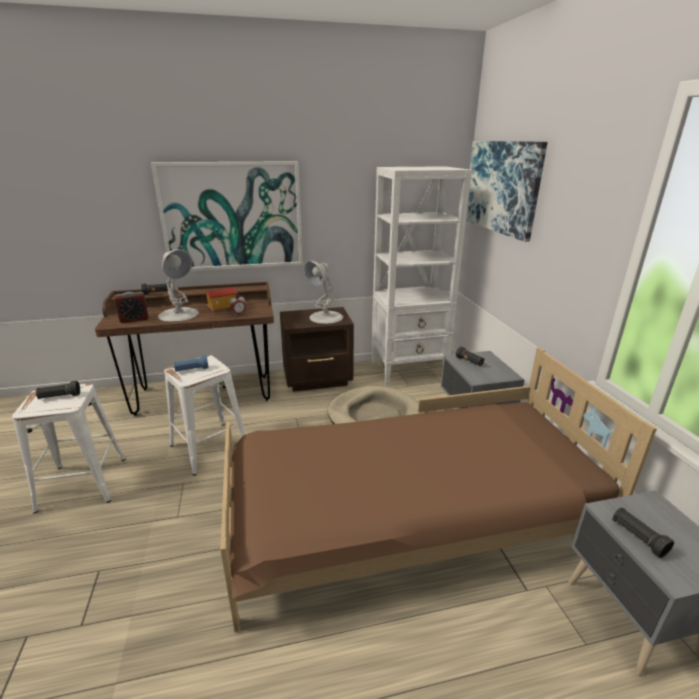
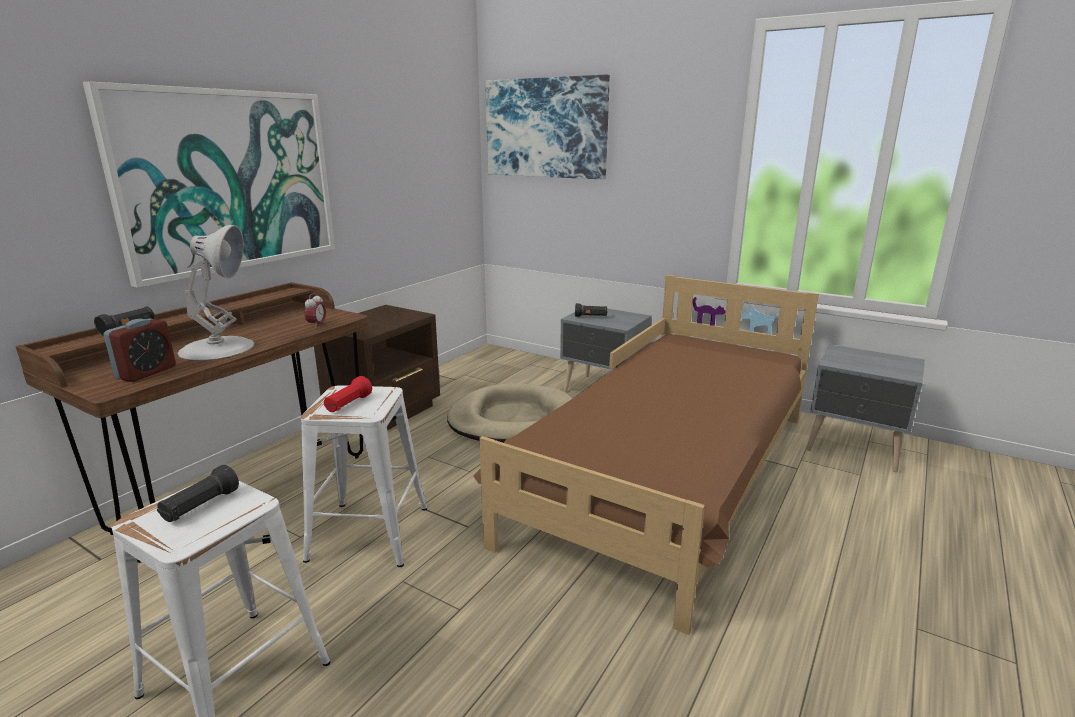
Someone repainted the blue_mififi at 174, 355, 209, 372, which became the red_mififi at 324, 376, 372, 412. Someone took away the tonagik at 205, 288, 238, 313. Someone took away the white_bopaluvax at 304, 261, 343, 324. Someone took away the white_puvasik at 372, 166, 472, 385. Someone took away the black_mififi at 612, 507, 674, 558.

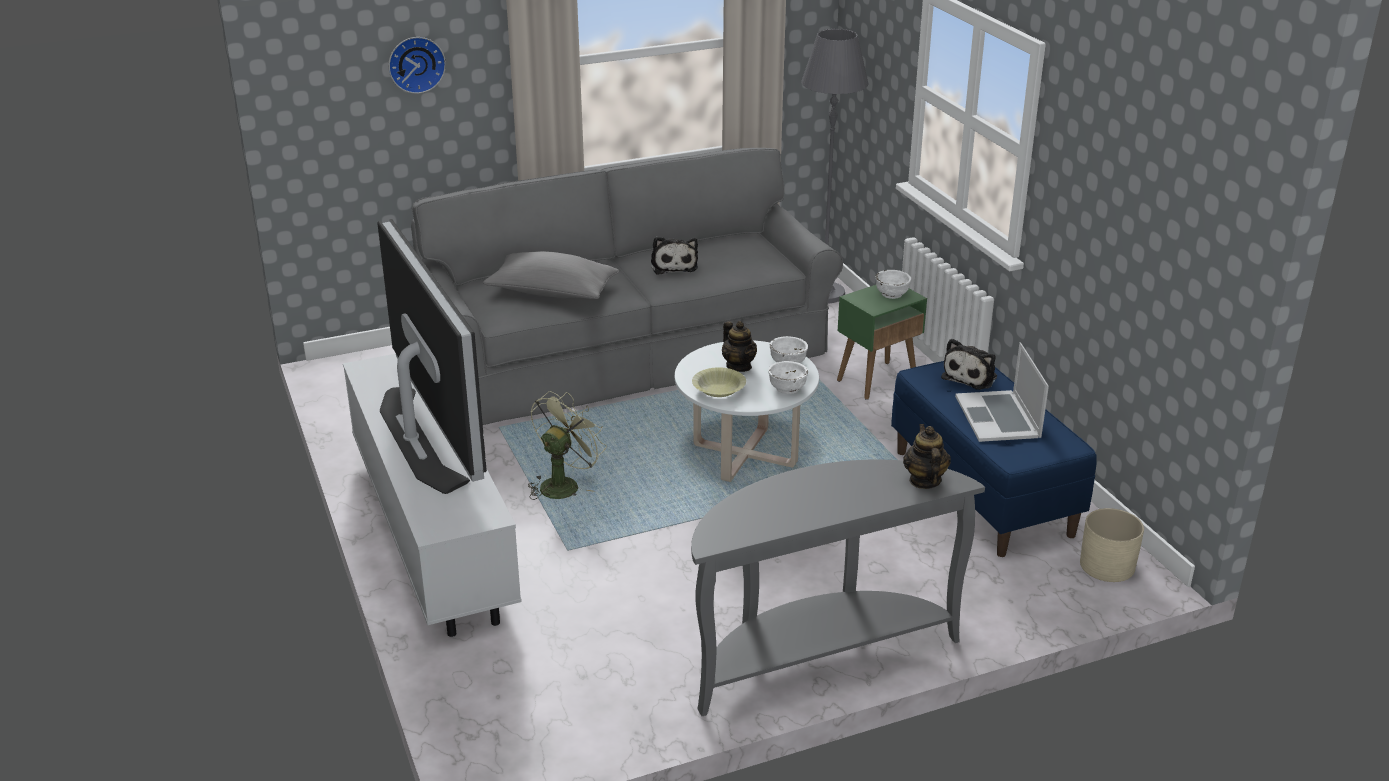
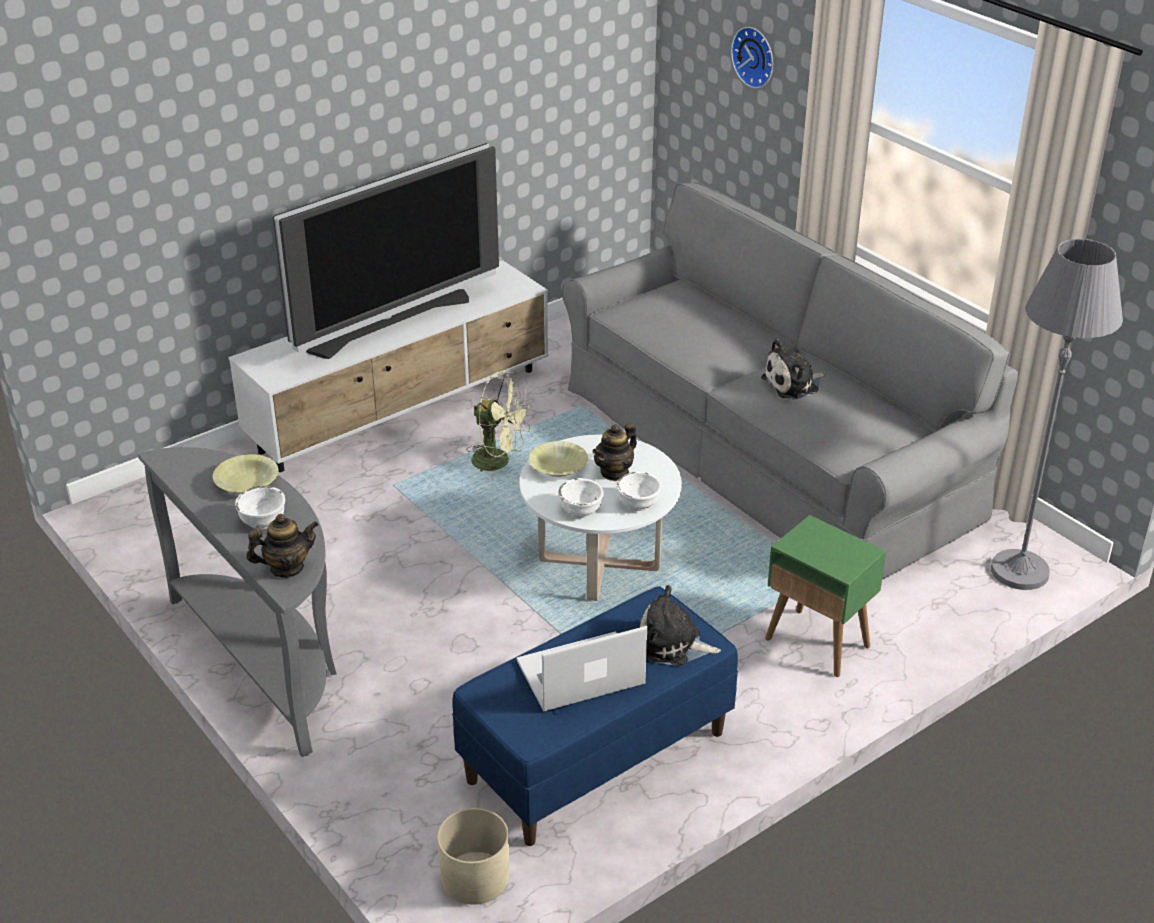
Someone took away the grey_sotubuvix at 483, 251, 619, 299. Someone carried the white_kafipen from 875, 270, 911, 299 to 235, 486, 285, 529. Someone put down the yellow_kafipen at 213, 454, 279, 494.

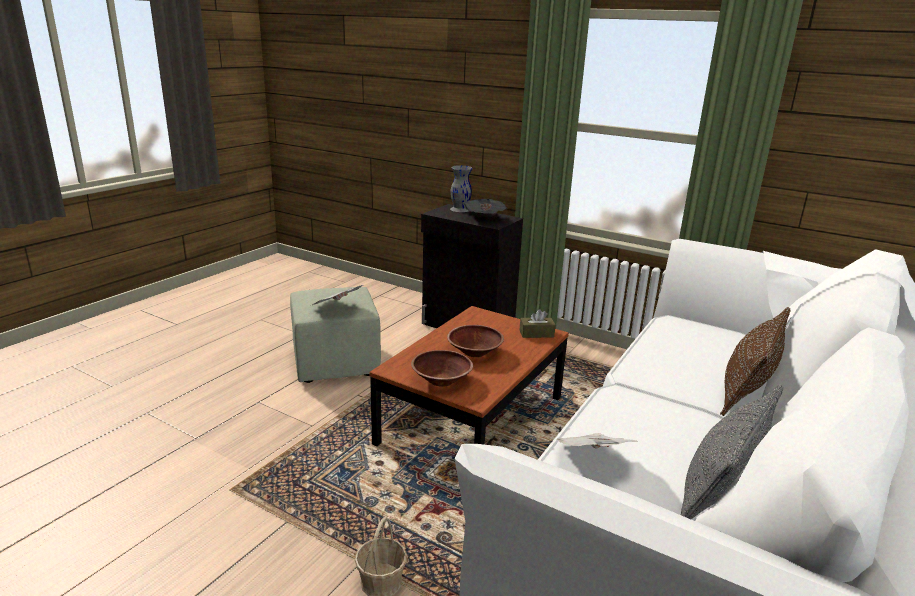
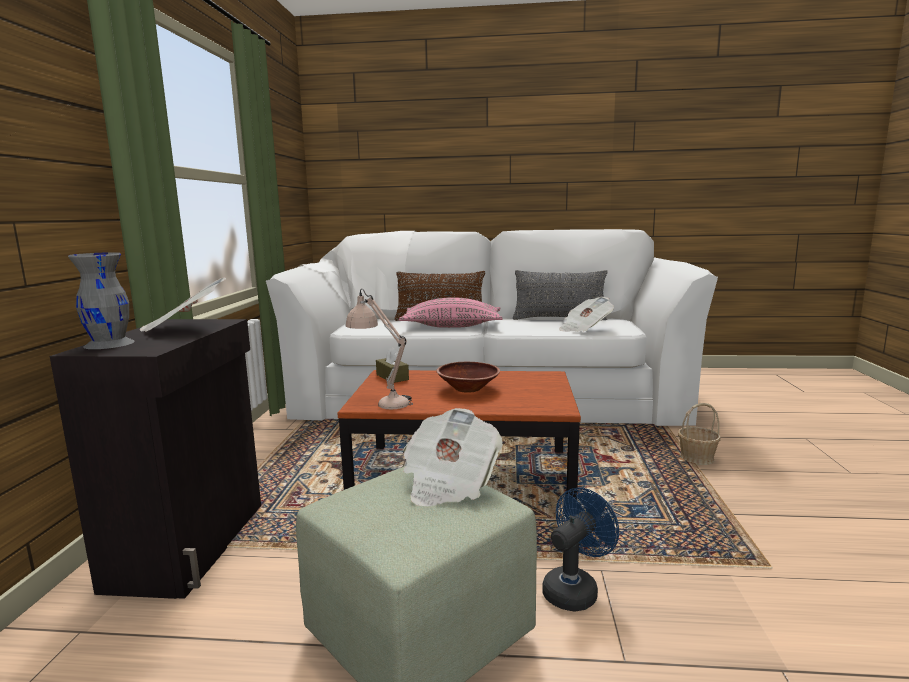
Someone took away the brown_kafipen at 411, 350, 473, 387. Someone put down the beige_bopaluvax at 346, 289, 413, 409. Someone put down the pink_sotubuvix at 399, 297, 503, 328. Someone put down the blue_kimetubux at 542, 488, 619, 611.

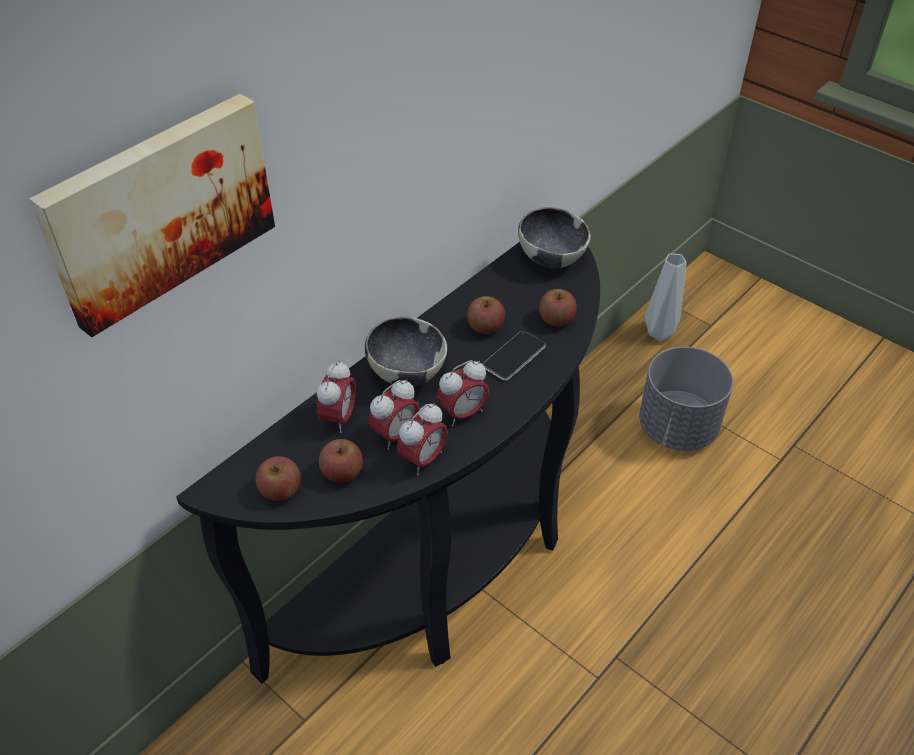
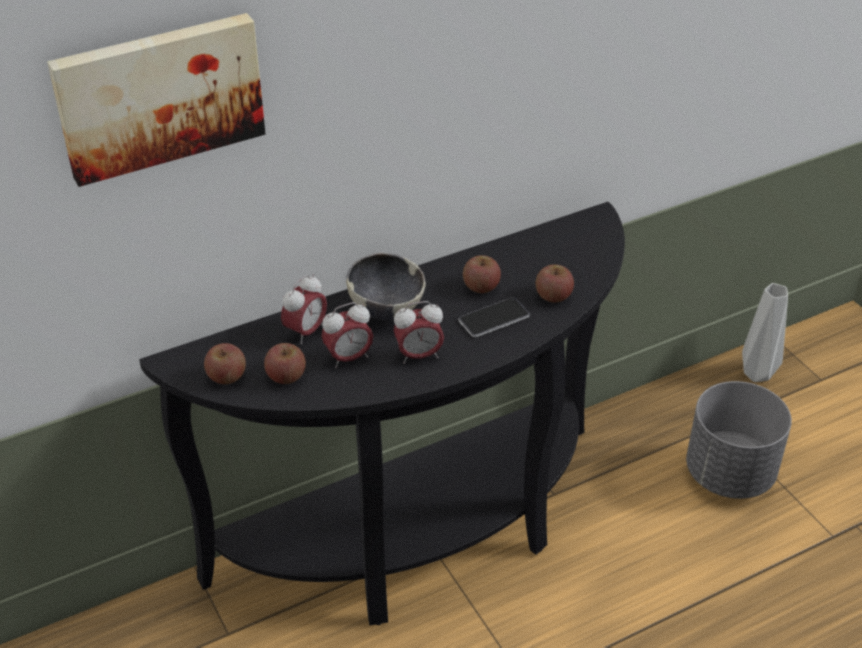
Someone took away the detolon at 397, 403, 448, 475. Someone took away the kafipen at 518, 207, 591, 269.

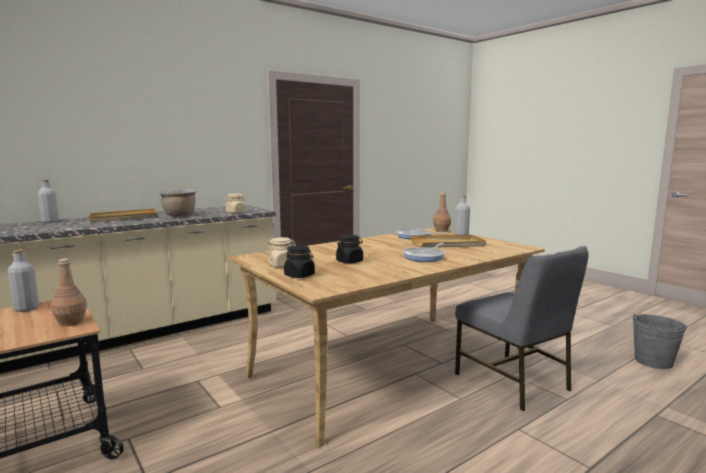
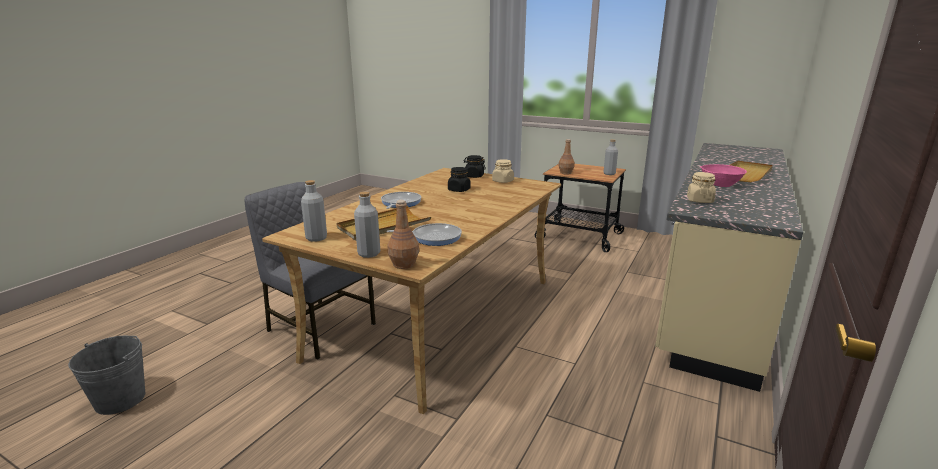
Someone carried the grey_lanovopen from 38, 179, 59, 223 to 301, 180, 327, 242. Someone swapped the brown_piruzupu at 160, 189, 196, 217 for the pink_kafipen at 700, 164, 747, 187.

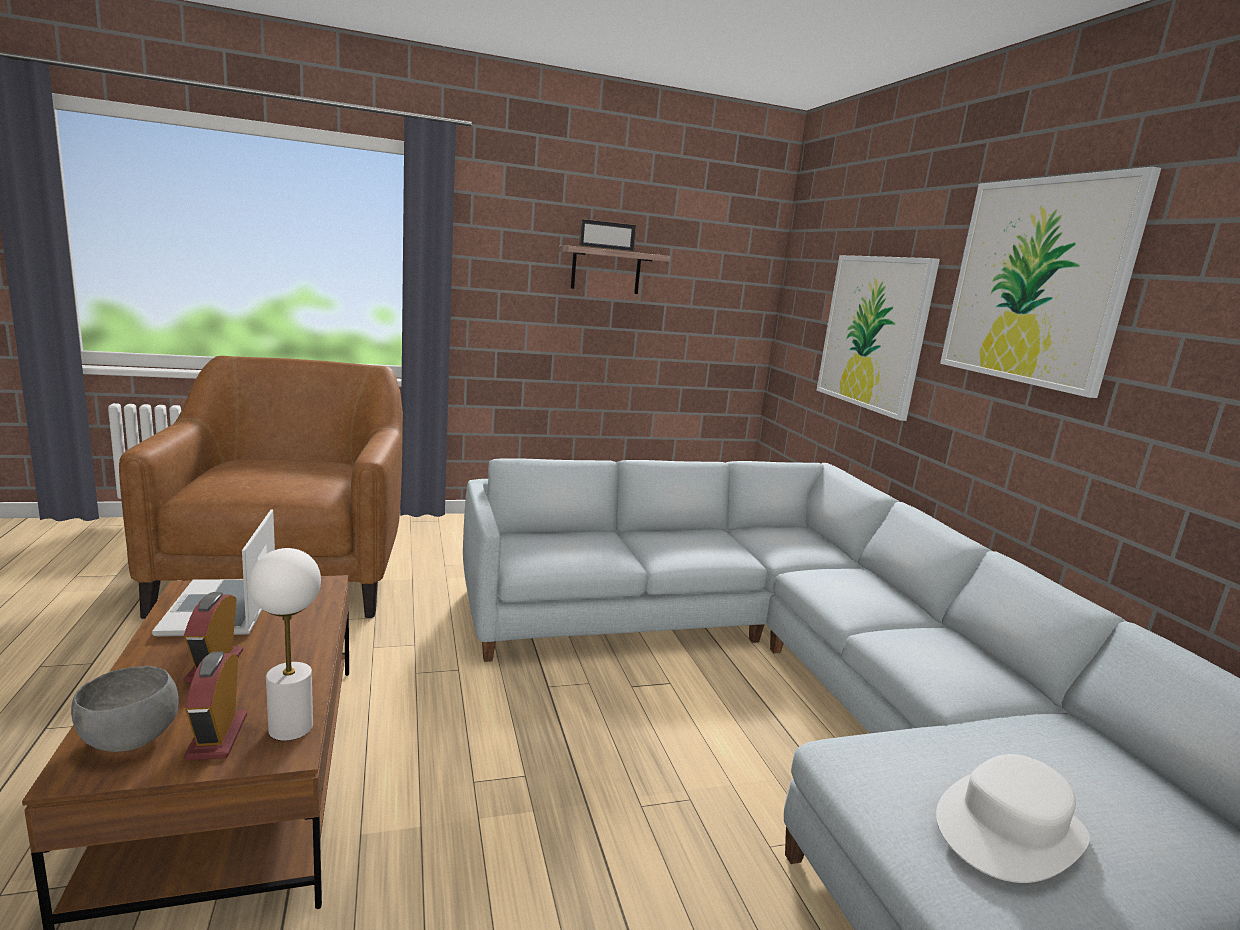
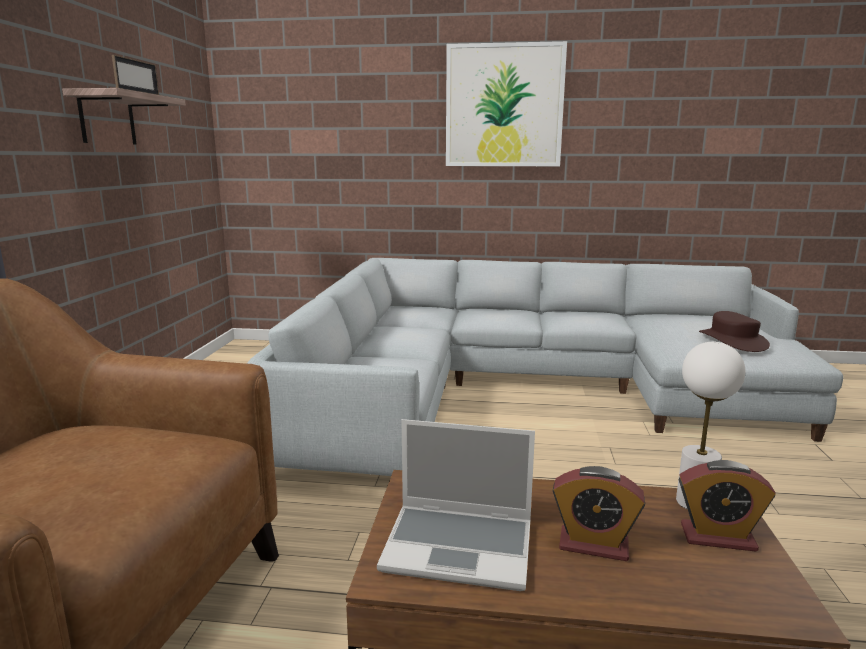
Someone took away the grey_kafipen at 71, 666, 179, 752. Someone took away the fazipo at 817, 255, 940, 421. Someone repainted the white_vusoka at 936, 754, 1090, 883, which became the brown_vusoka at 699, 311, 770, 352.

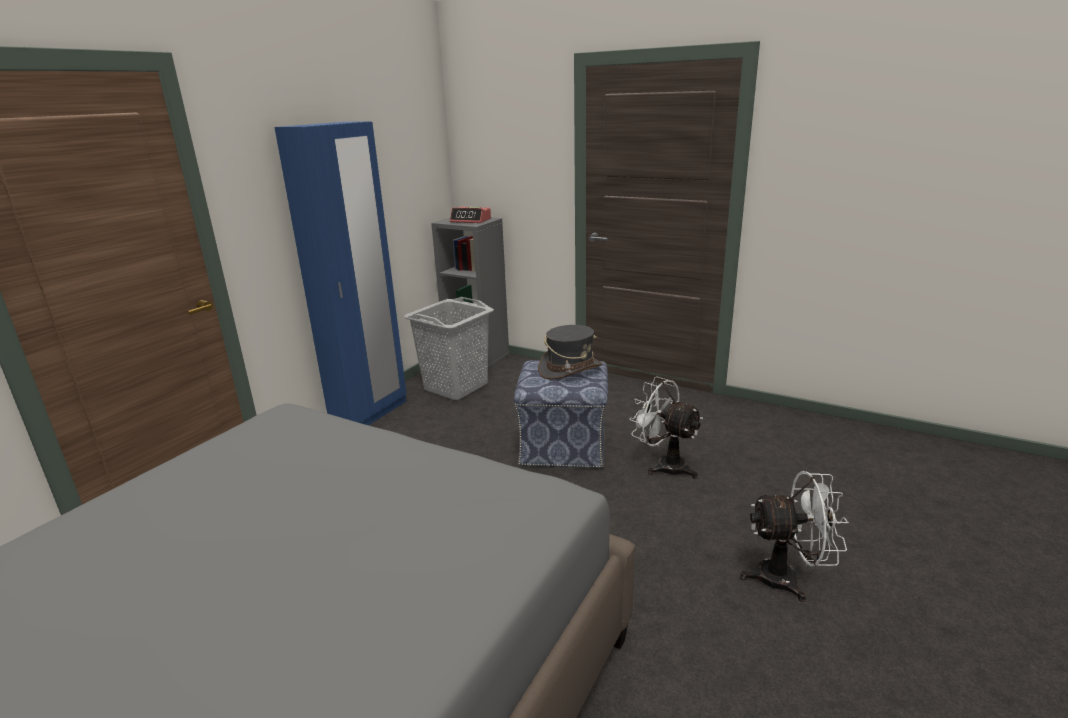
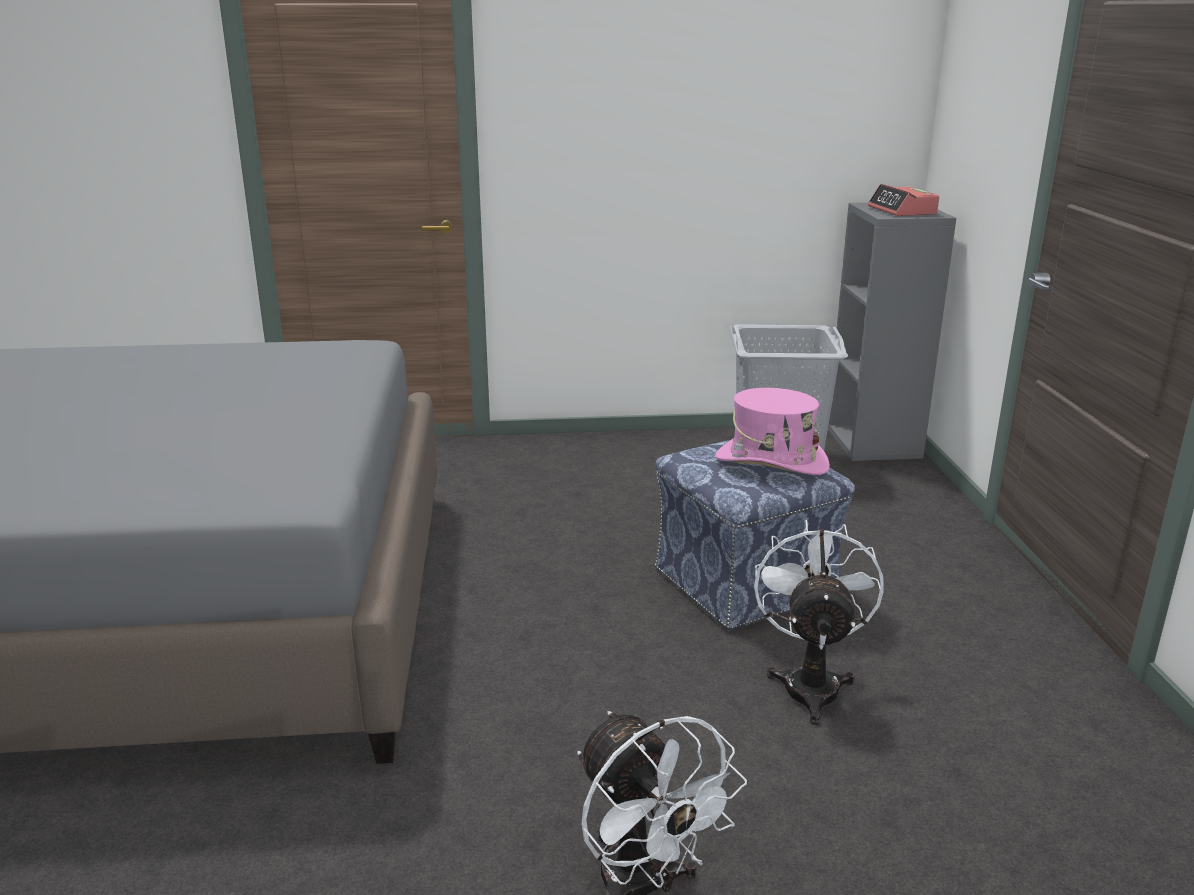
Someone took away the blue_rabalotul at 274, 121, 407, 425. Someone repainted the grey_vusoka at 538, 325, 603, 380, which became the pink_vusoka at 715, 388, 830, 475.

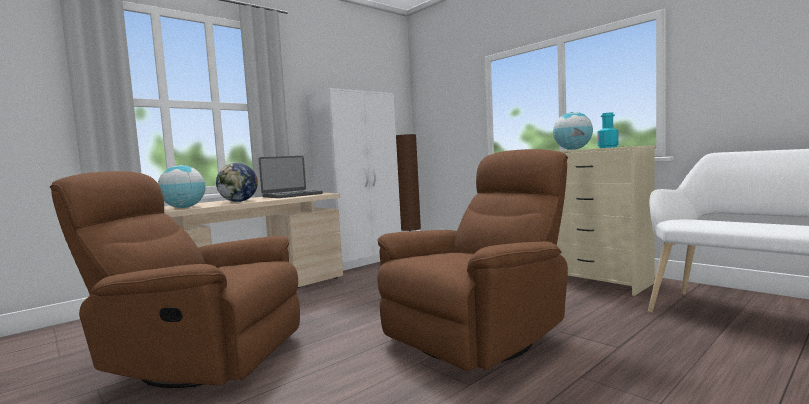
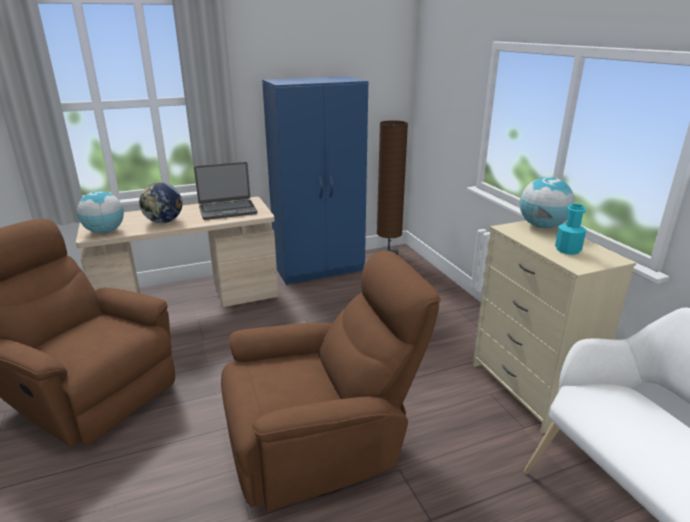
Someone repainted the white_rabalotul at 306, 88, 401, 271, which became the blue_rabalotul at 262, 76, 368, 285.

